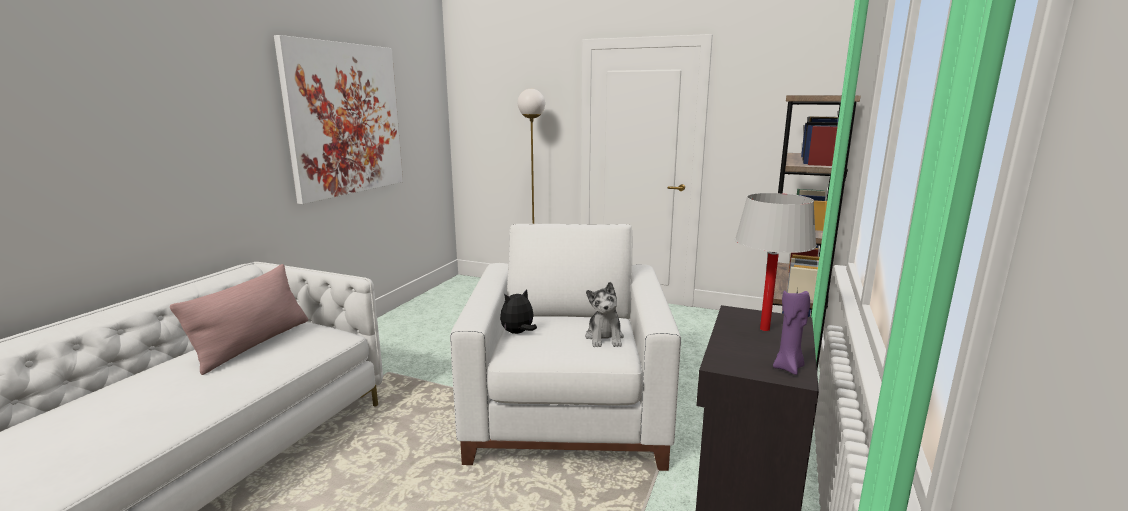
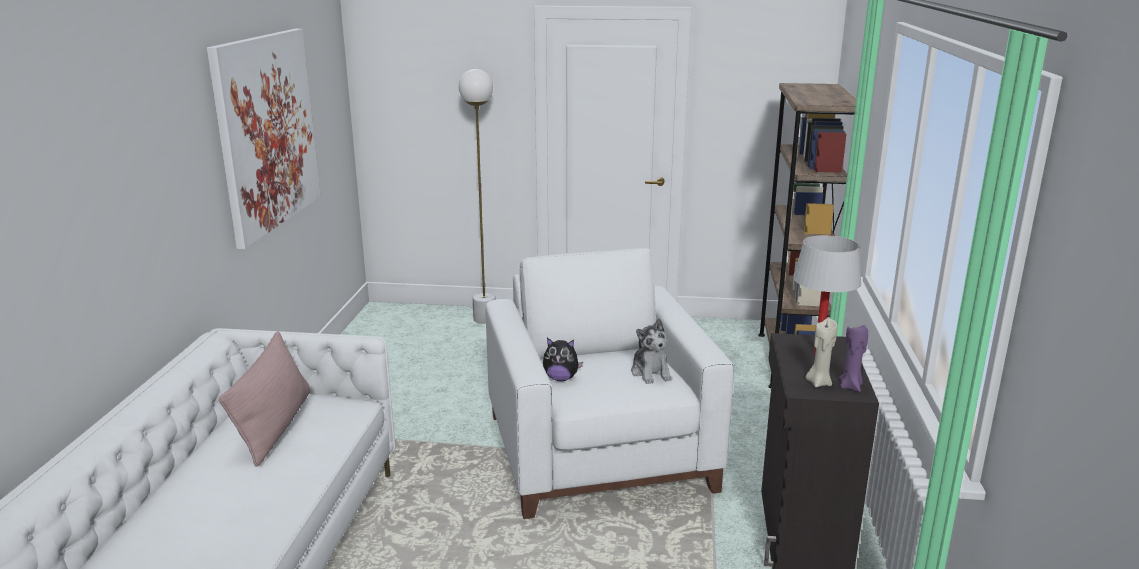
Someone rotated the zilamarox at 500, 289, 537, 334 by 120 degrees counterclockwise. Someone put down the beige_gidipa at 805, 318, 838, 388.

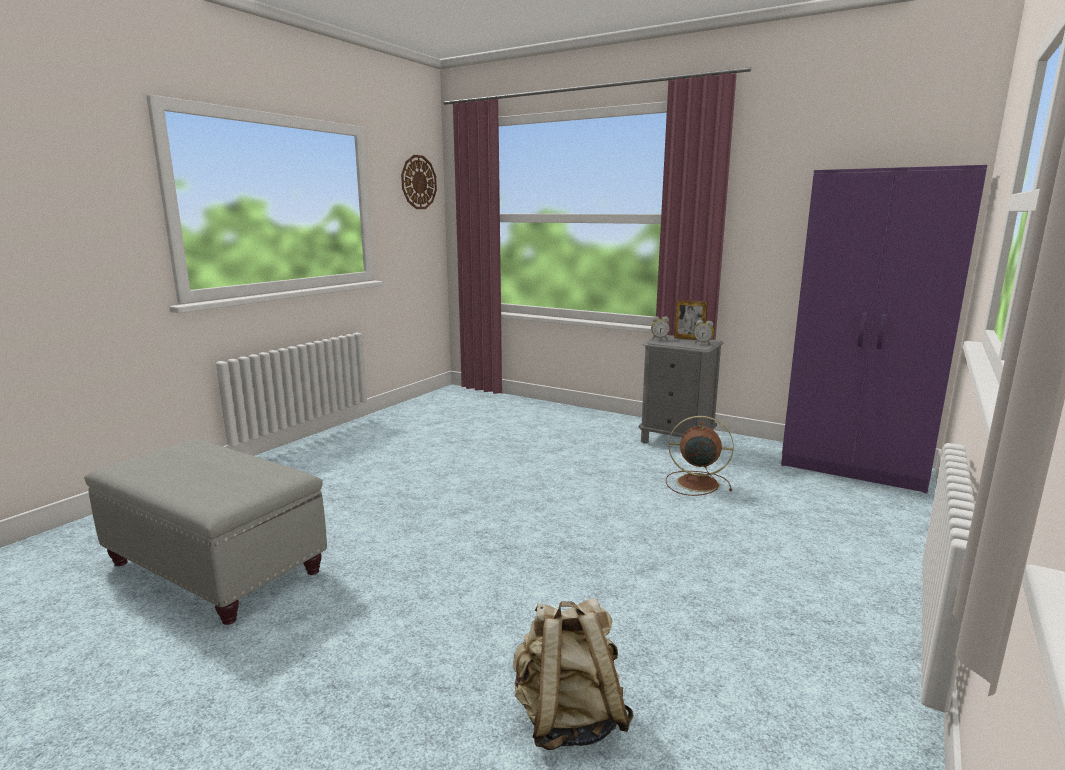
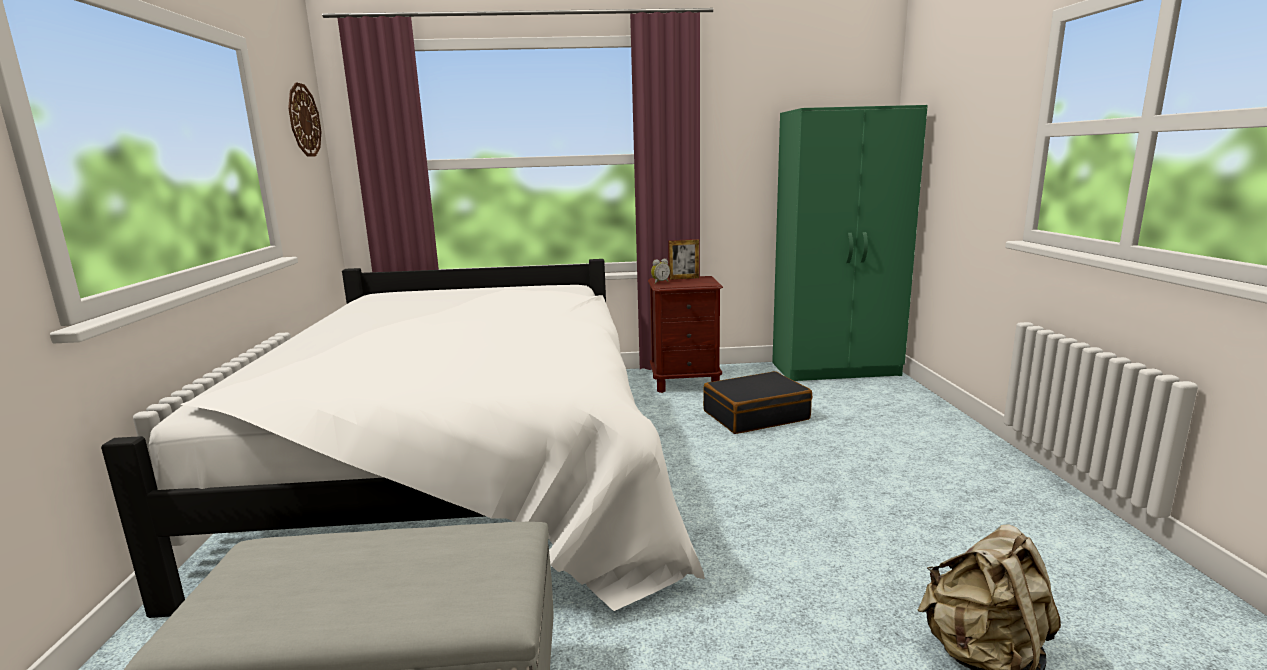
Someone repainted the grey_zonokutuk at 639, 335, 724, 443, which became the brown_zonokutuk at 648, 276, 723, 393. Someone swapped the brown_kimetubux at 666, 416, 734, 496 for the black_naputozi at 703, 371, 812, 434. Someone took away the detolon at 694, 320, 714, 345. Someone repainted the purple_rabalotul at 781, 165, 987, 493, which became the green_rabalotul at 772, 105, 928, 381. Someone put down the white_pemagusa at 101, 259, 705, 618.

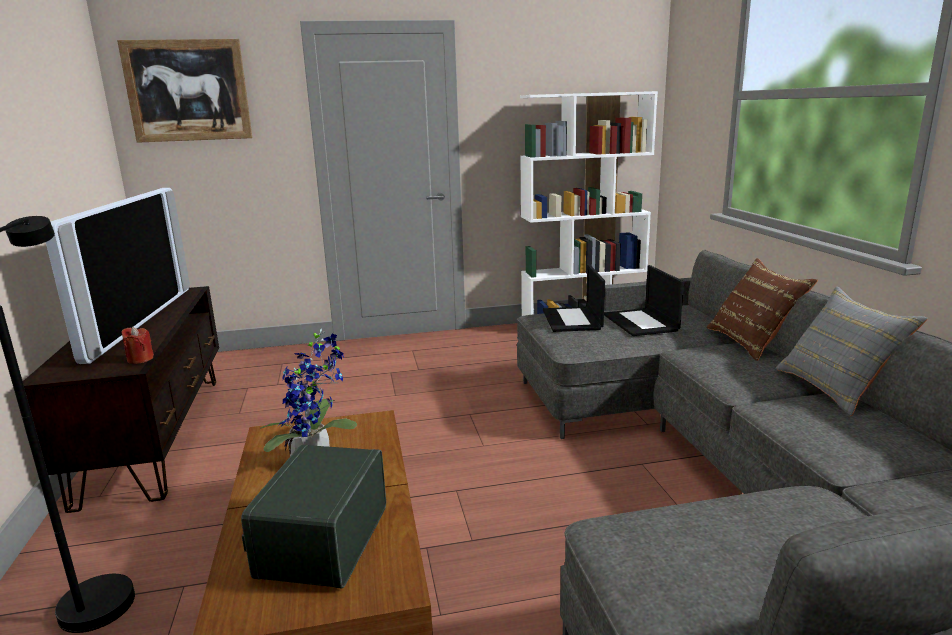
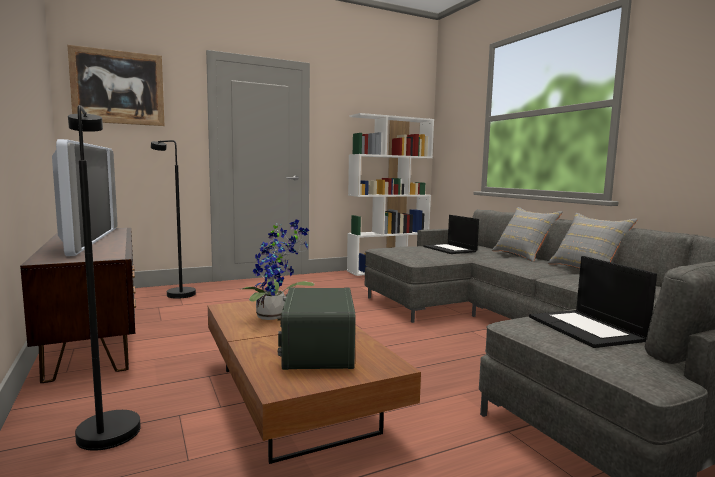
Someone took away the red_gidipa at 122, 327, 154, 364. Someone carried the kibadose from 543, 264, 605, 332 to 529, 256, 657, 348. Someone repainted the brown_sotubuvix at 707, 258, 818, 361, which became the grey_sotubuvix at 492, 207, 563, 262. Someone put down the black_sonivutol at 151, 140, 196, 299.

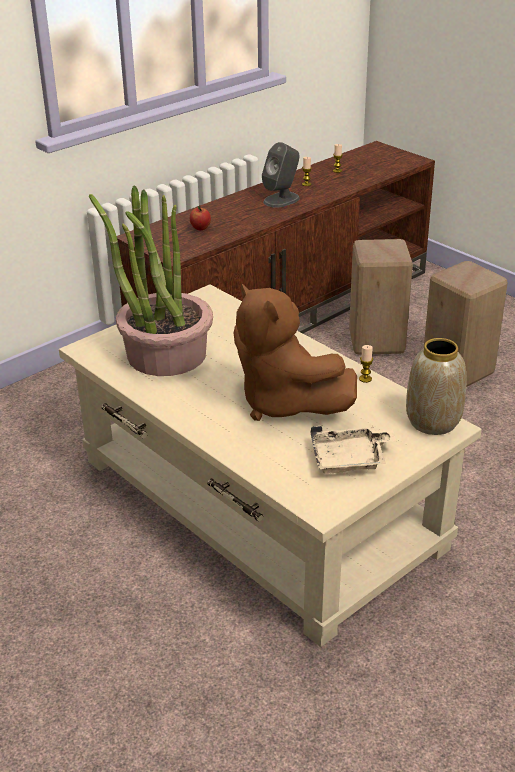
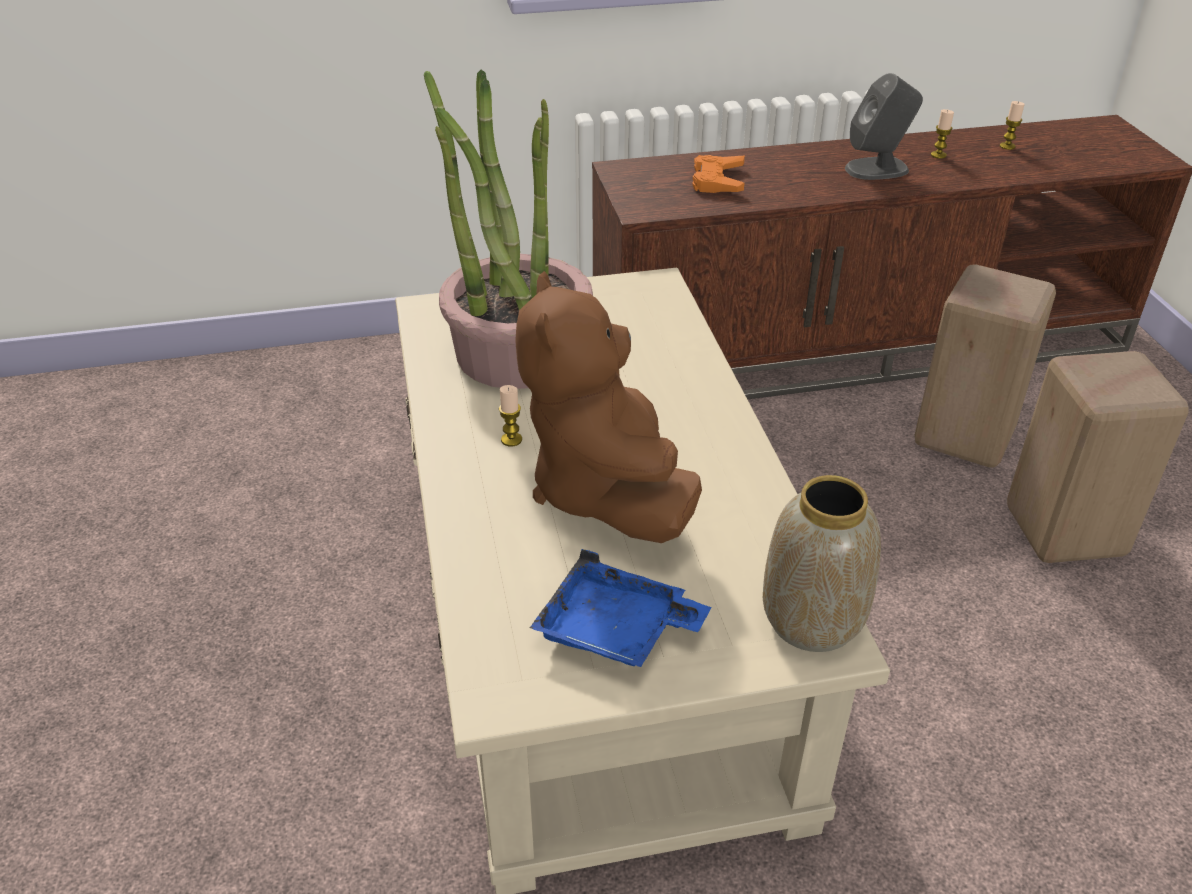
Someone swapped the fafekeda at 190, 205, 211, 230 for the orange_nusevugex at 692, 155, 745, 193. Someone repainted the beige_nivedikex at 311, 426, 396, 474, which became the blue_nivedikex at 530, 549, 711, 667. Someone carried the gidipa from 359, 345, 373, 383 to 499, 385, 522, 446.

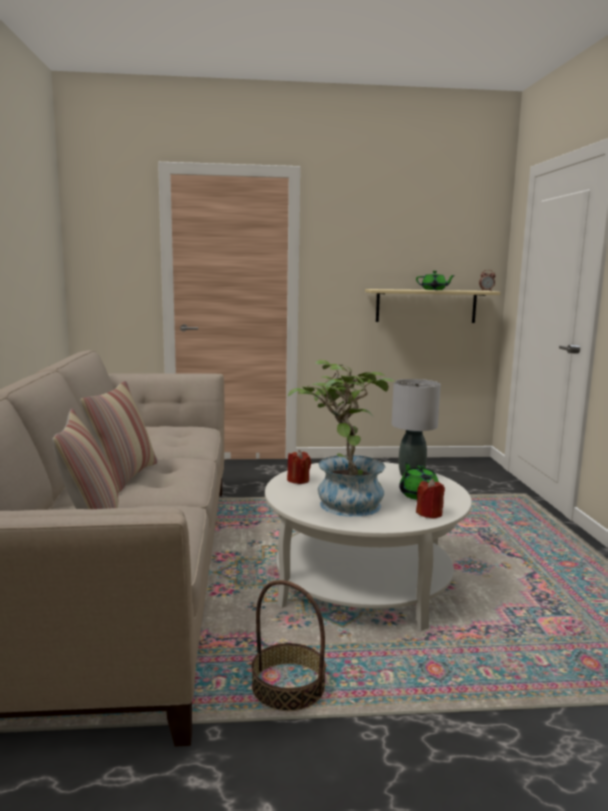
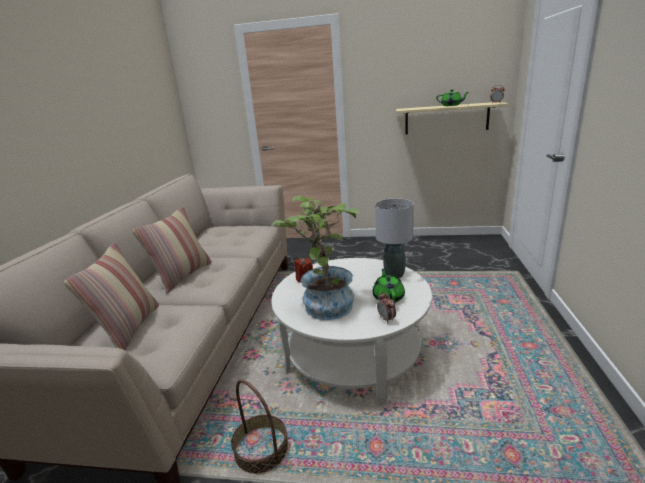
Someone swapped the red_gidipa at 416, 479, 445, 519 for the detolon at 377, 292, 396, 322.

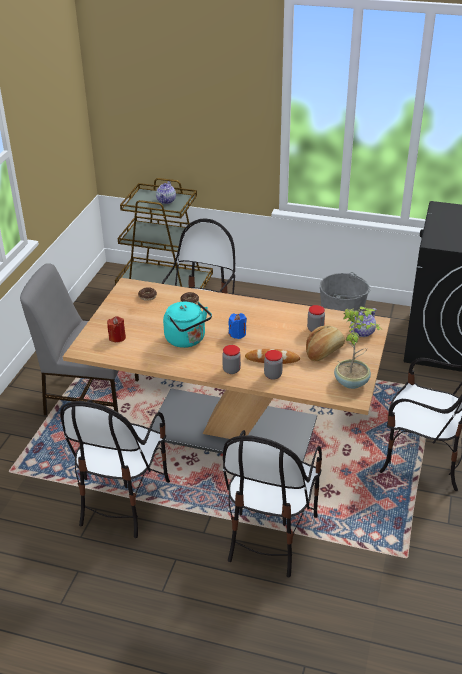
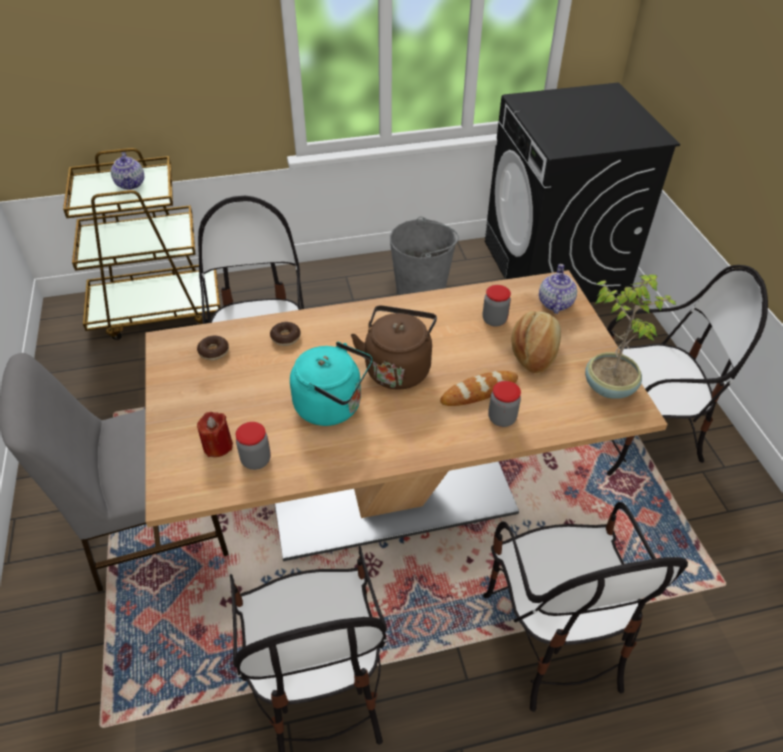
Someone carried the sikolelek from 222, 345, 241, 374 to 236, 422, 271, 470. Someone swapped the blue_gidipa at 228, 313, 247, 339 for the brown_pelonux at 351, 306, 437, 390.

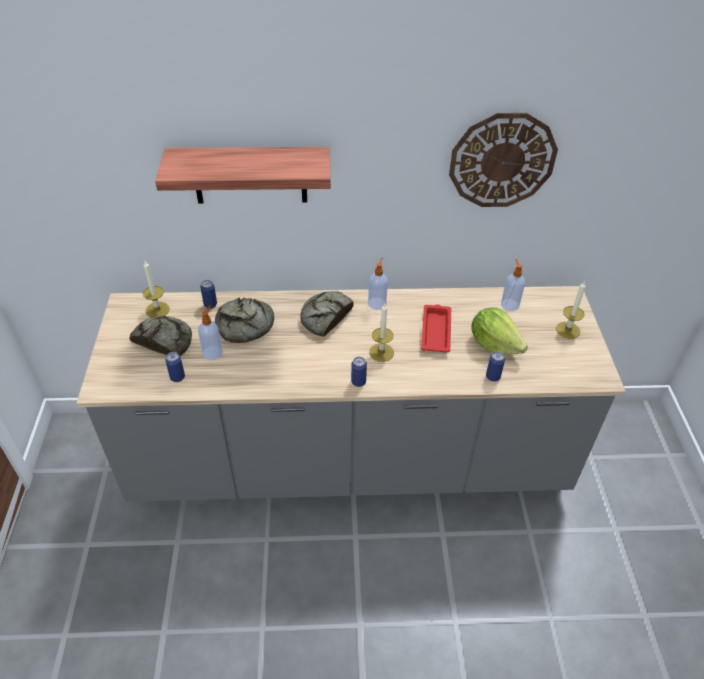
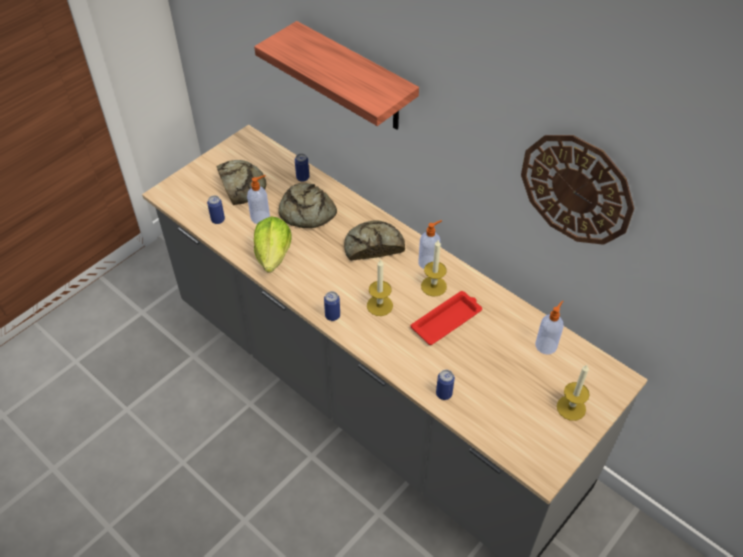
Someone carried the gidipa from 143, 261, 170, 317 to 421, 240, 447, 296. Someone carried the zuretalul from 471, 307, 528, 355 to 254, 216, 292, 272.

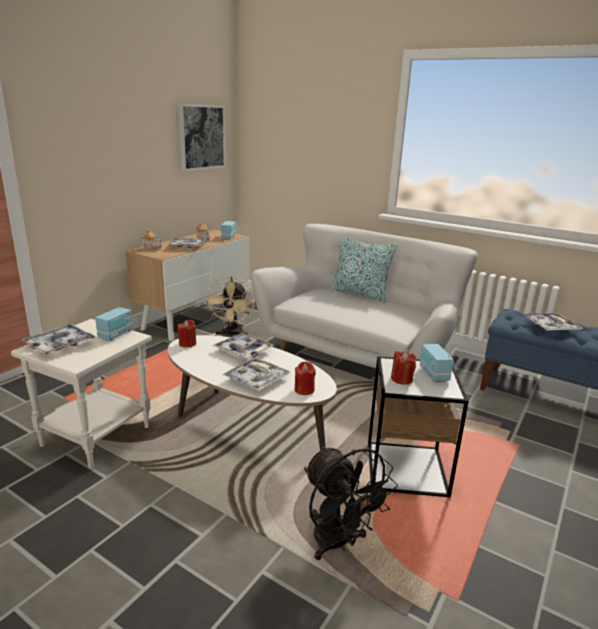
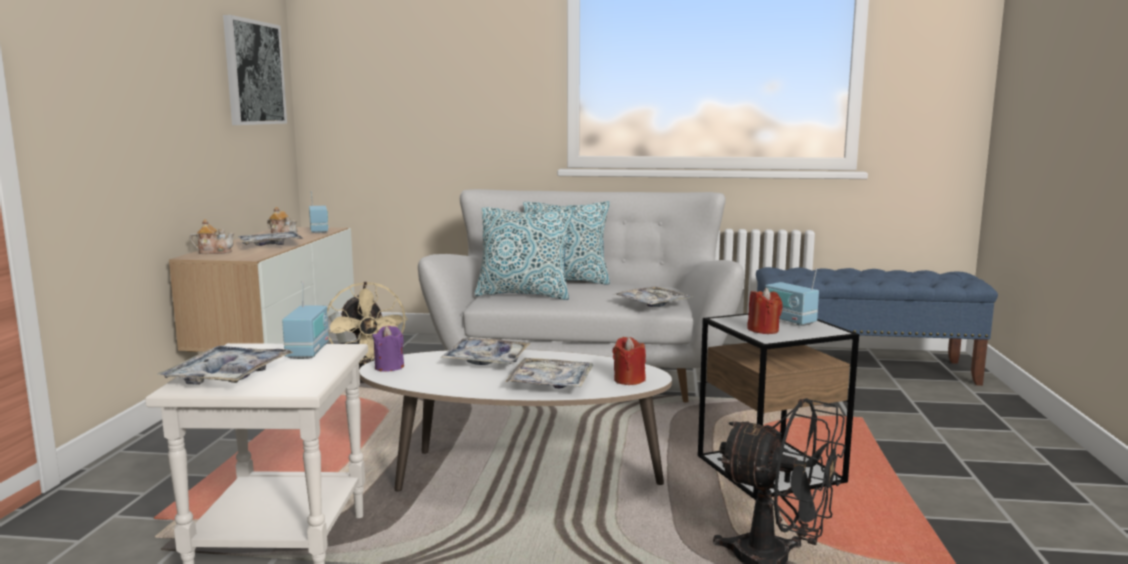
Someone repainted the red_gidipa at 178, 320, 196, 347, which became the purple_gidipa at 373, 326, 404, 372. Someone carried the nivedikex from 524, 313, 583, 331 to 615, 286, 693, 307. Someone put down the sotubuvix at 475, 207, 574, 300.

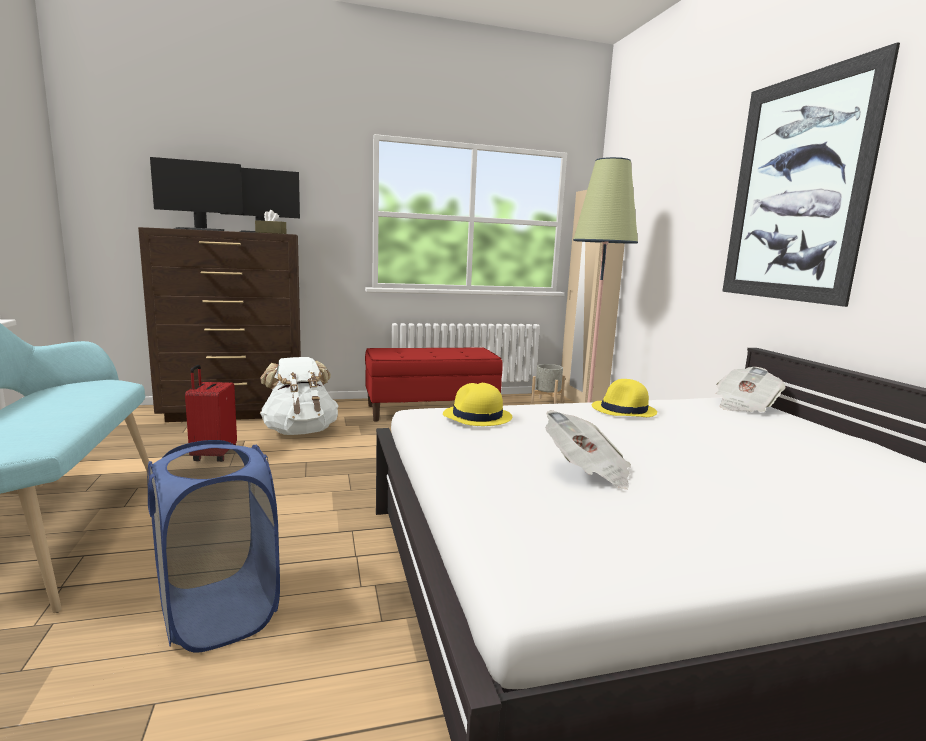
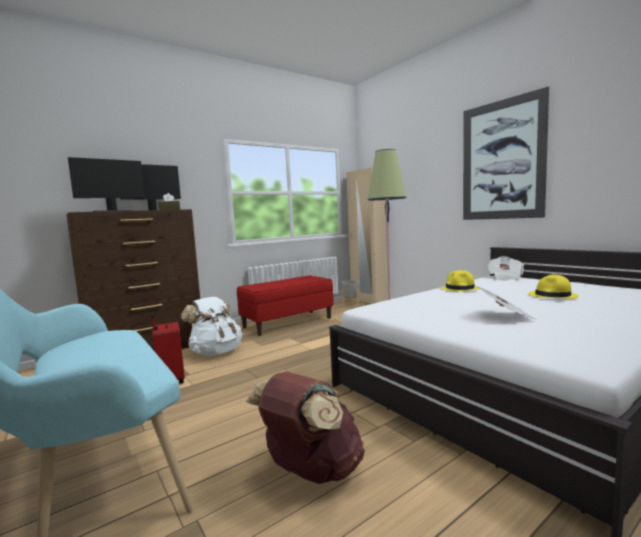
Someone swapped the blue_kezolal at 147, 440, 280, 653 for the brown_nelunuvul at 246, 372, 365, 484. Someone carried the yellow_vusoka from 443, 383, 512, 426 to 528, 275, 579, 299.

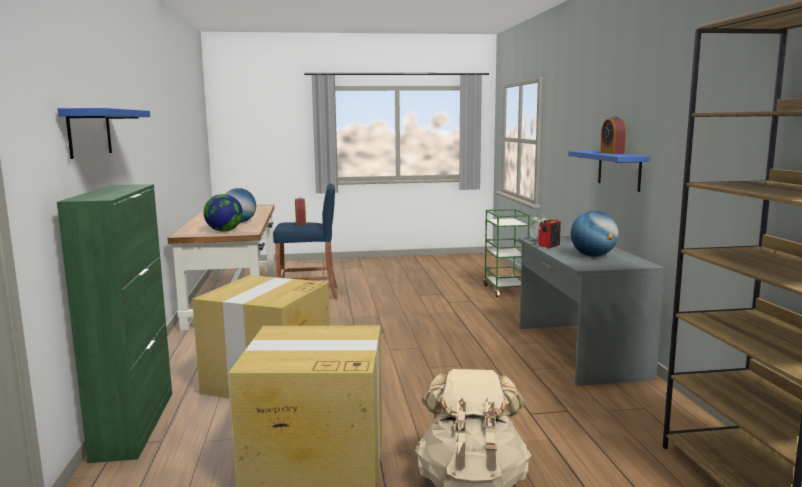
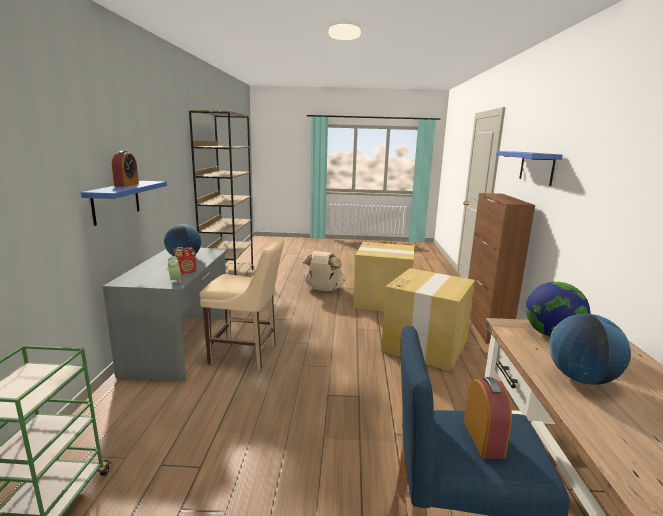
Someone repainted the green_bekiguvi at 57, 184, 172, 463, which became the brown_bekiguvi at 468, 193, 535, 344. Someone put down the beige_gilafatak at 200, 238, 284, 370.

